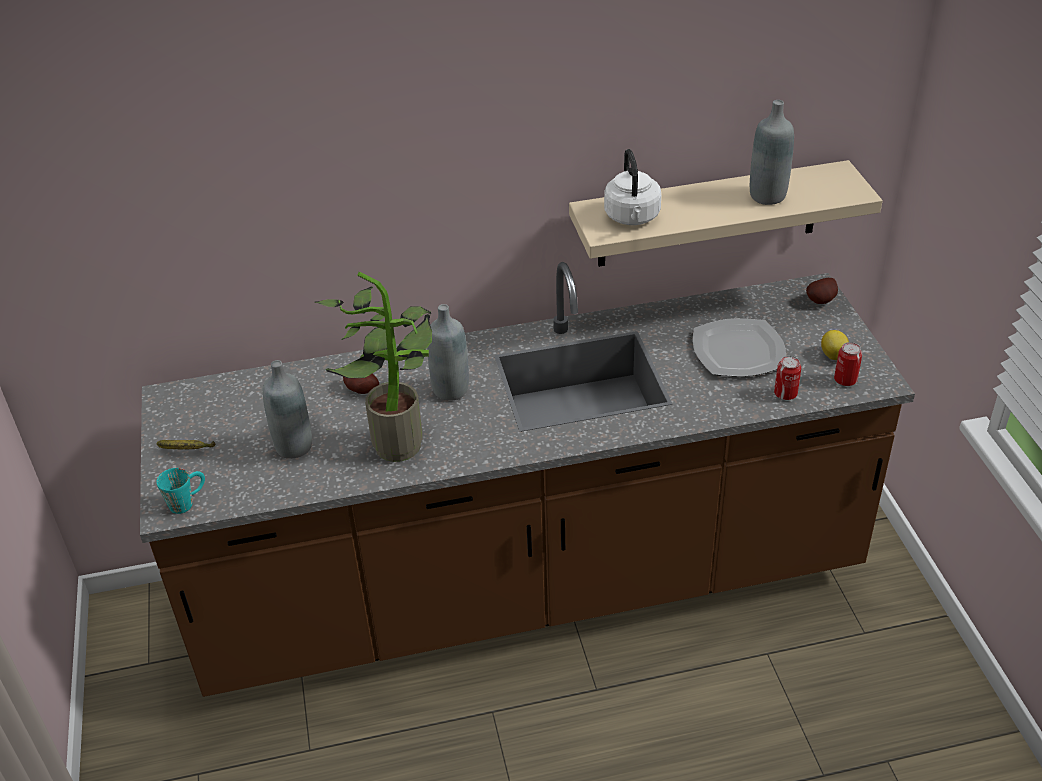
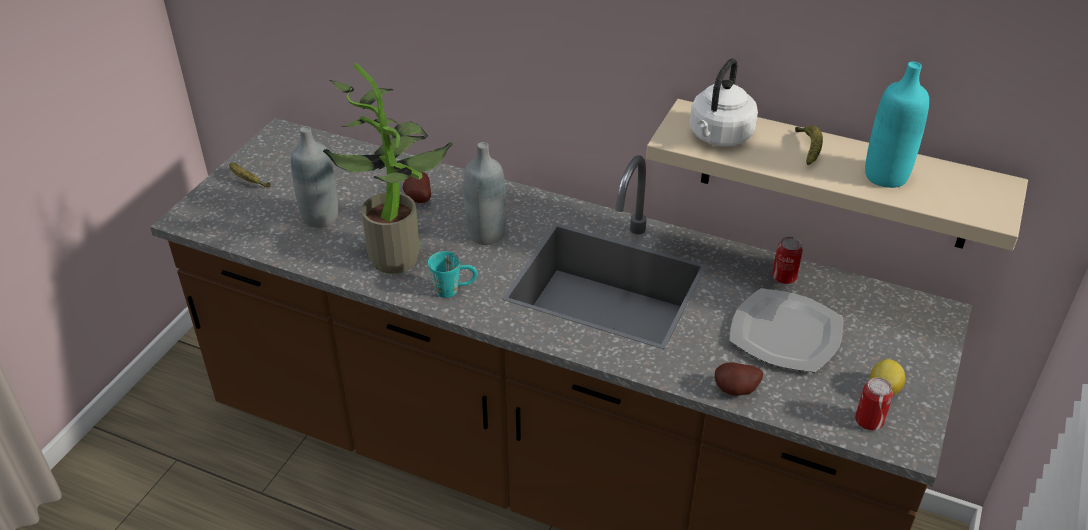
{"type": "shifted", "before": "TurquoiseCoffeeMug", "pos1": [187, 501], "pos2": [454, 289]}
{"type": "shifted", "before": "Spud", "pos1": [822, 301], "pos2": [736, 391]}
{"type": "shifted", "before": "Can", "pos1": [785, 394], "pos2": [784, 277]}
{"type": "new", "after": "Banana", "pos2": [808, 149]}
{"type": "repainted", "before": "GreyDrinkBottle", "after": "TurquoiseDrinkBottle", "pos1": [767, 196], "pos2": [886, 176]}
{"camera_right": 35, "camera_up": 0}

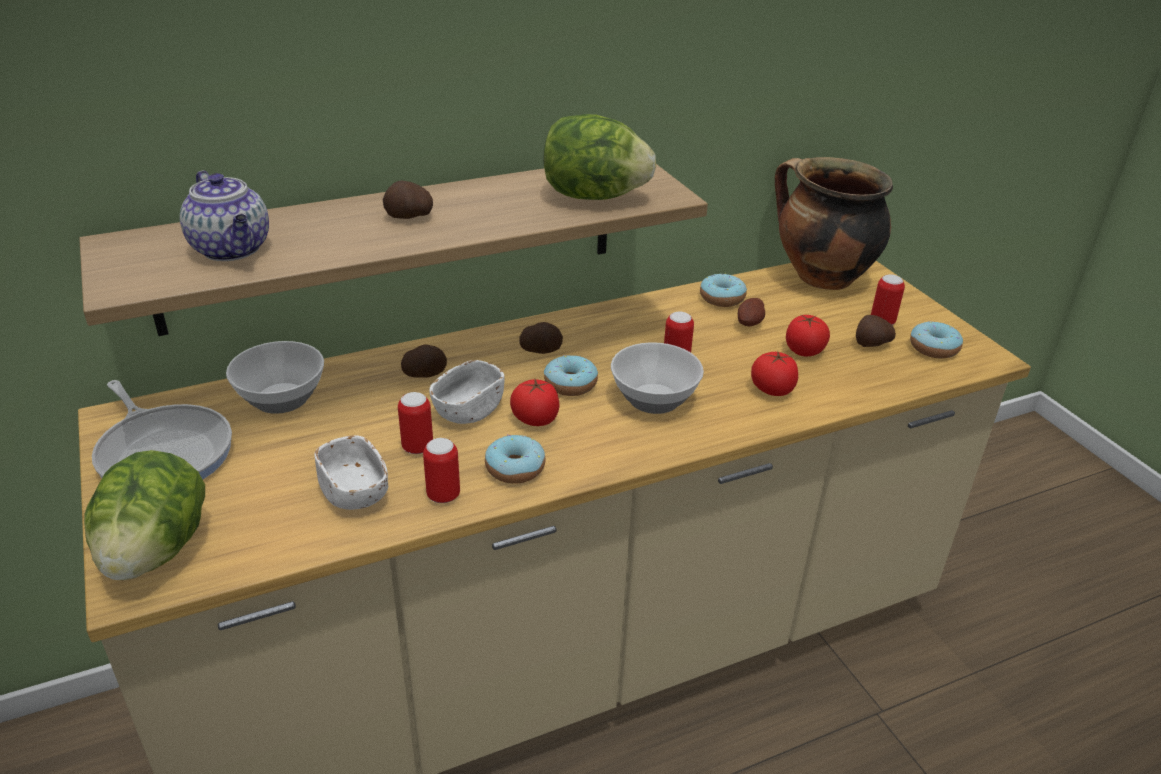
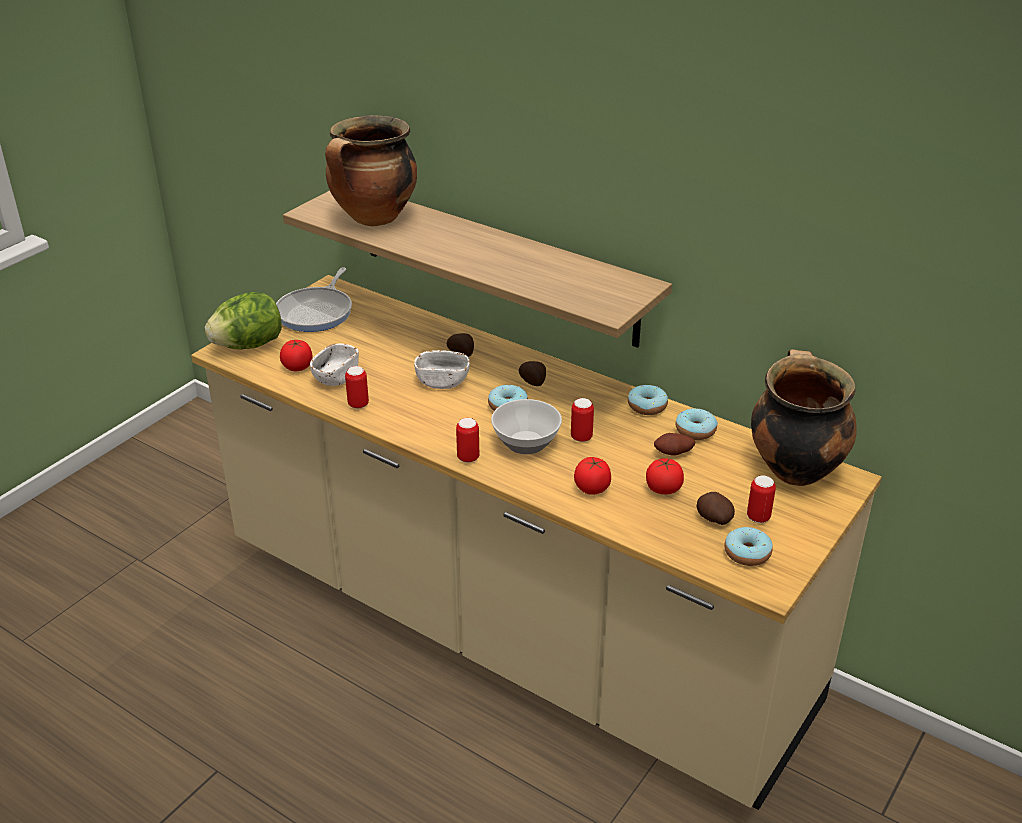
{"type": "shifted", "before": "WholeTomato", "pos1": [535, 419], "pos2": [297, 367]}
{"type": "swapped", "before": "TeaPot", "after": "CookingPot", "pos1": [232, 250], "pos2": [374, 219]}
{"type": "shifted", "before": "Can", "pos1": [417, 447], "pos2": [468, 458]}
{"type": "shifted", "before": "Doughnut", "pos1": [515, 468], "pos2": [647, 406]}
{"type": "gone", "before": "DeepDish", "pos1": [280, 397]}
{"type": "gone", "before": "Spud", "pos1": [409, 217]}
{"type": "gone", "before": "LettuceHead", "pos1": [593, 196]}
{"camera_right": 60, "camera_up": 0}

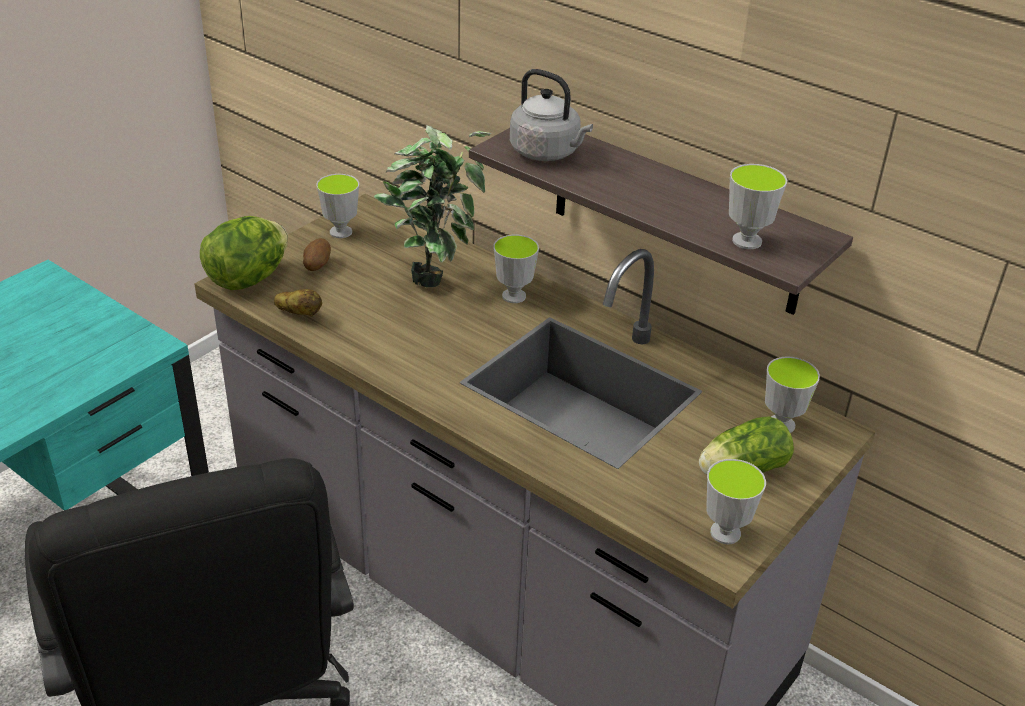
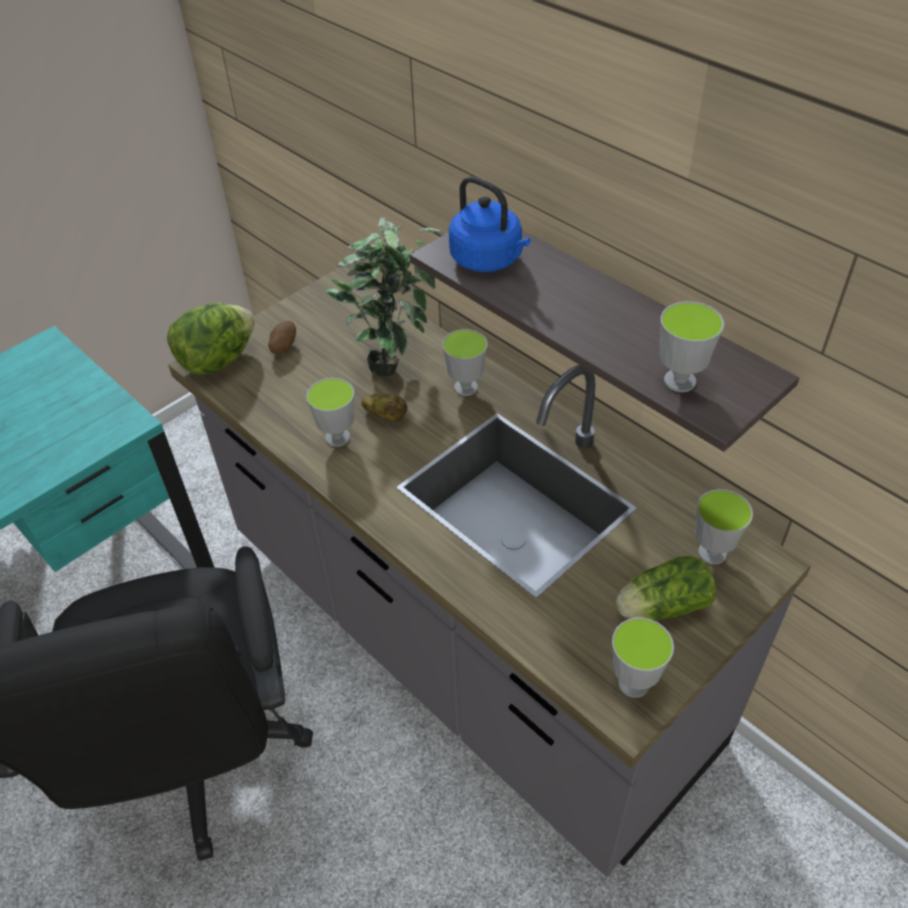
{"type": "shifted", "before": "DrinkingCup", "pos1": [341, 232], "pos2": [337, 437]}
{"type": "shifted", "before": "Spud", "pos1": [299, 314], "pos2": [386, 416]}
{"type": "repainted", "before": "GreyKettle", "after": "BluishKettle", "pos1": [547, 153], "pos2": [489, 260]}
{"camera_right": 10, "camera_up": 10}

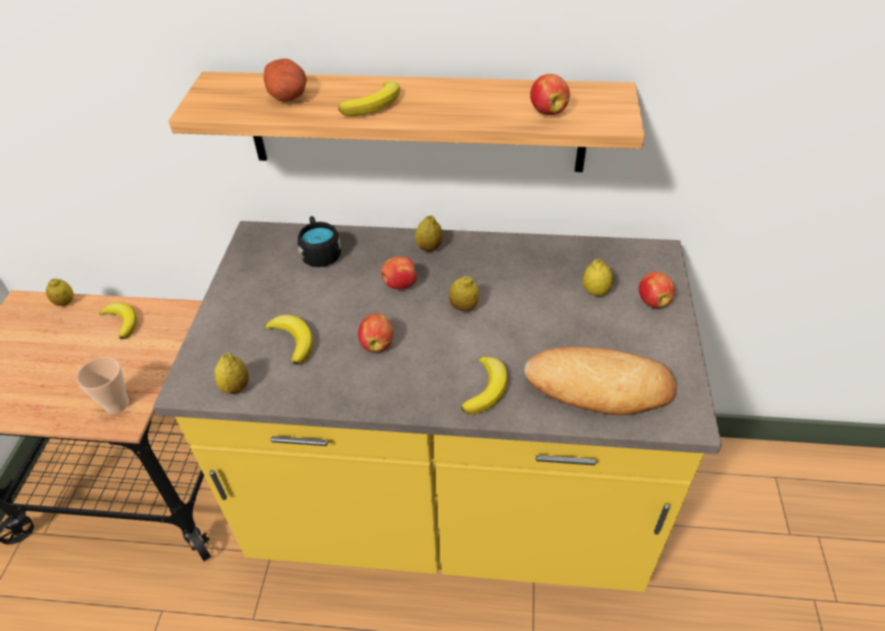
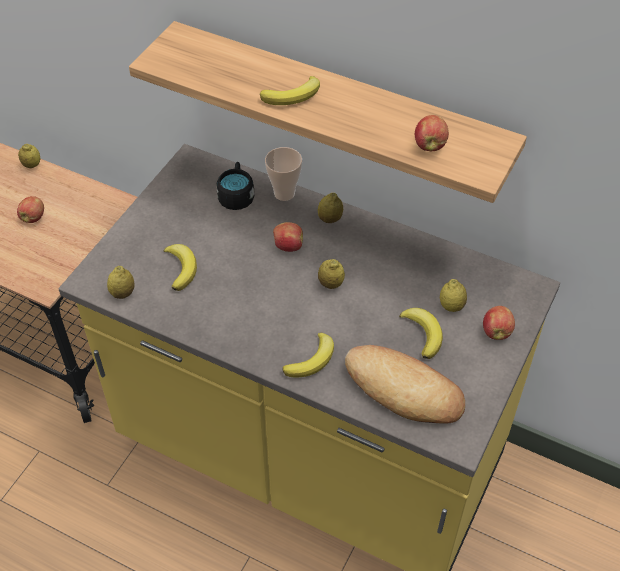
{"type": "shifted", "before": "Apple", "pos1": [377, 343], "pos2": [33, 217]}
{"type": "shifted", "before": "DrinkingCup", "pos1": [117, 404], "pos2": [284, 193]}
{"type": "shifted", "before": "Banana", "pos1": [122, 321], "pos2": [423, 334]}
{"type": "gone", "before": "Spud", "pos1": [288, 96]}
{"camera_right": 20, "camera_up": 5}

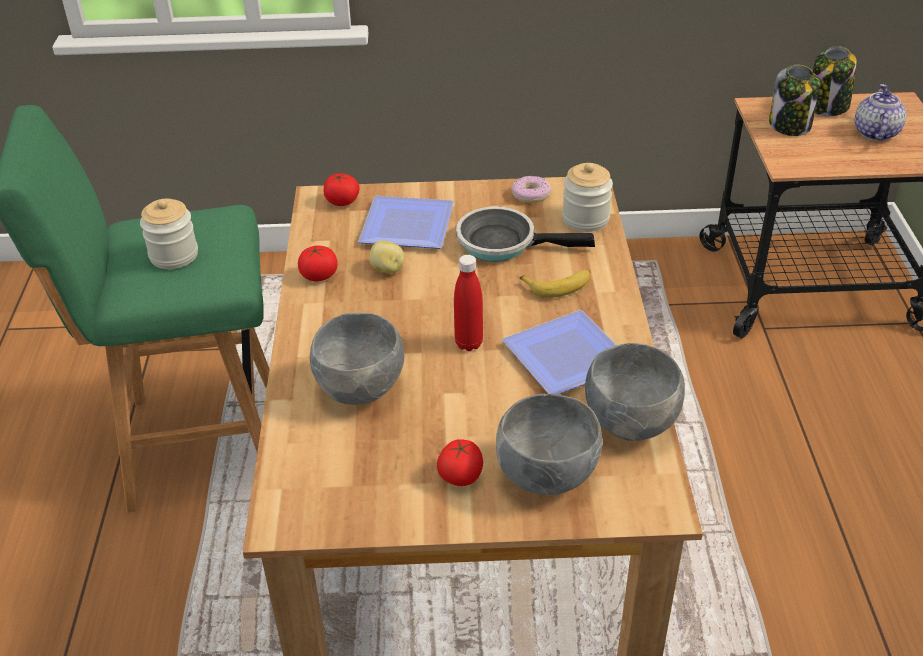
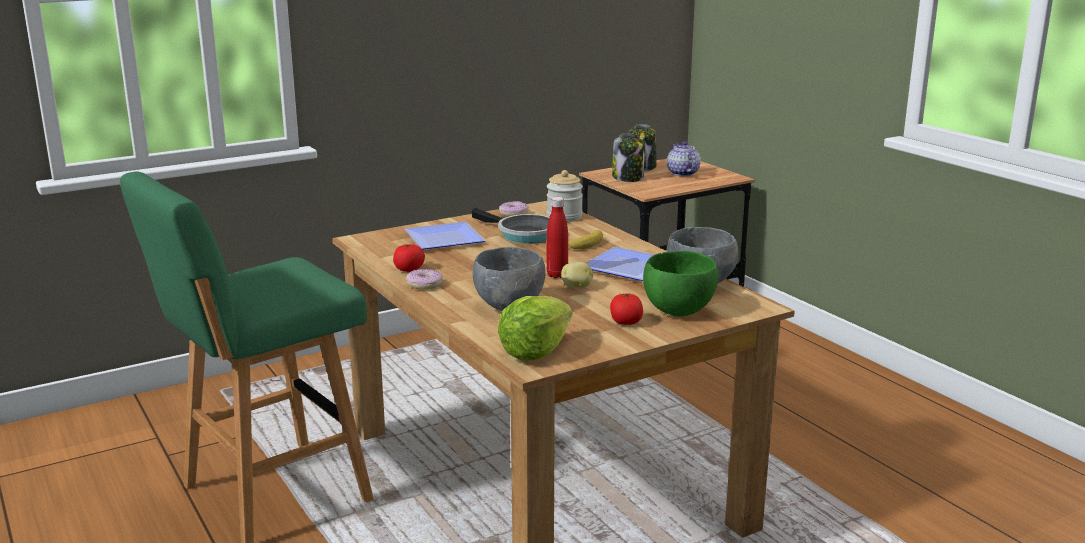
{"type": "new", "after": "Doughnut", "pos2": [424, 285]}
{"type": "rotated", "before": "Pan", "pos1": [503, 243], "pos2": [522, 234], "turn": -120}
{"type": "new", "after": "LettuceHead", "pos2": [535, 351]}
{"type": "shifted", "before": "Spud", "pos1": [387, 269], "pos2": [577, 287]}
{"type": "repainted", "before": "GreyDeepDish", "after": "GreenishDeepDish", "pos1": [545, 475], "pos2": [677, 311]}
{"type": "gone", "before": "PreserveJar", "pos1": [174, 255]}
{"type": "gone", "before": "WholeTomato", "pos1": [342, 202]}
{"camera_right": -30, "camera_up": -20}

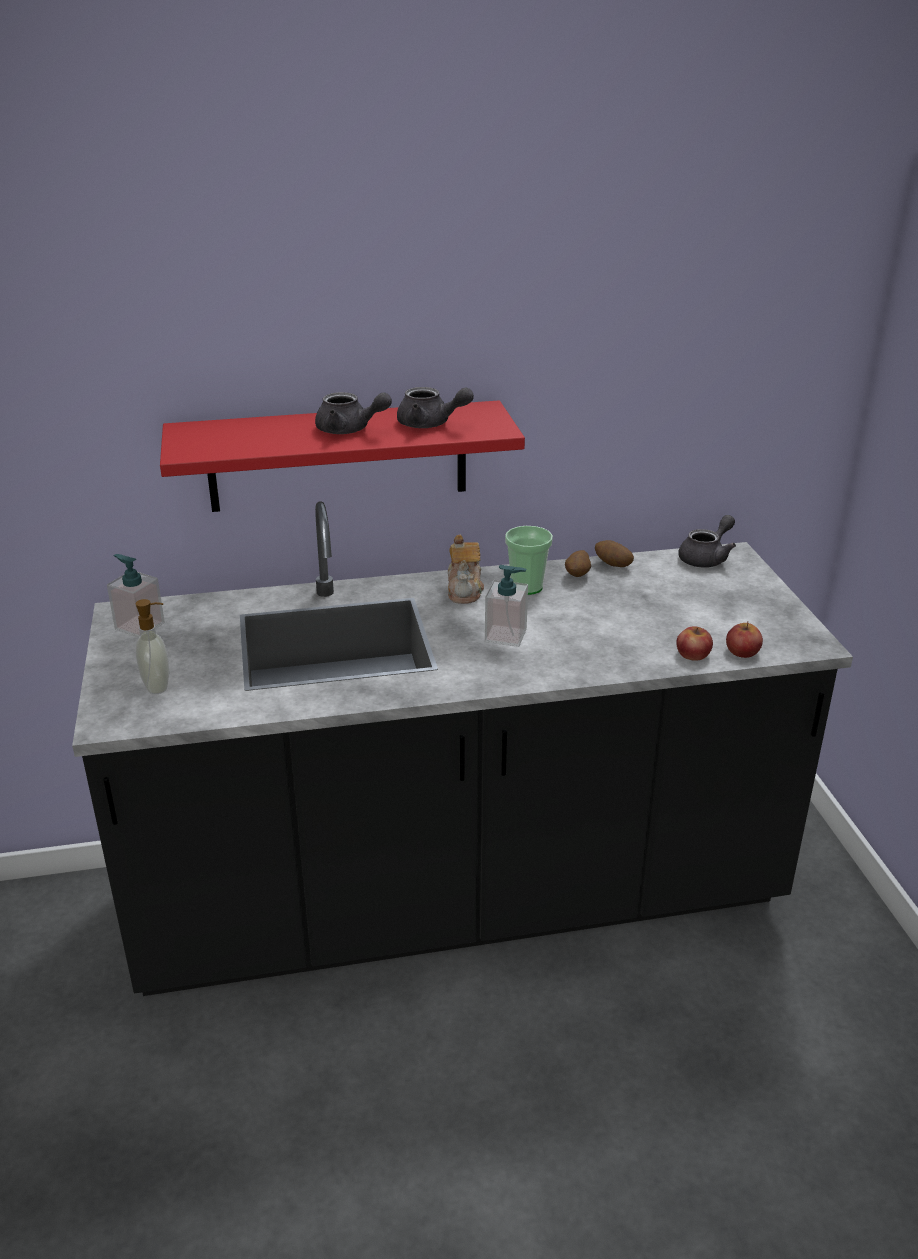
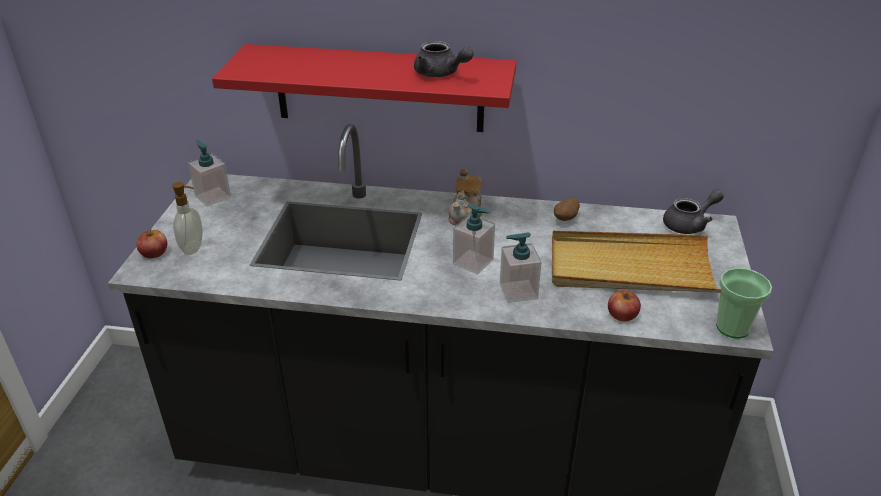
{"type": "shifted", "before": "Apple", "pos1": [742, 651], "pos2": [154, 252]}
{"type": "new", "after": "SoapBottle", "pos2": [518, 291]}
{"type": "new", "after": "BeigeServingTray", "pos2": [630, 268]}
{"type": "shifted", "before": "DrinkingCup", "pos1": [527, 587], "pos2": [732, 327]}
{"type": "gone", "before": "GreyTeaPot", "pos1": [349, 430]}
{"type": "gone", "before": "Spud", "pos1": [612, 565]}
{"camera_right": 20, "camera_up": 5}

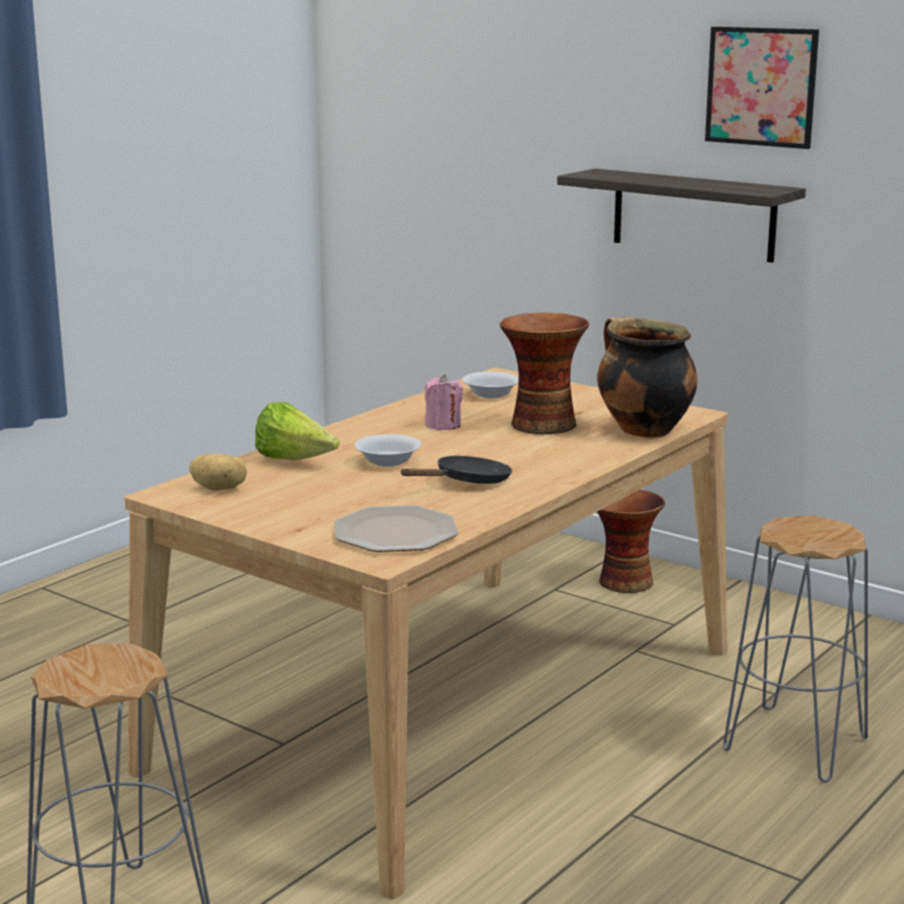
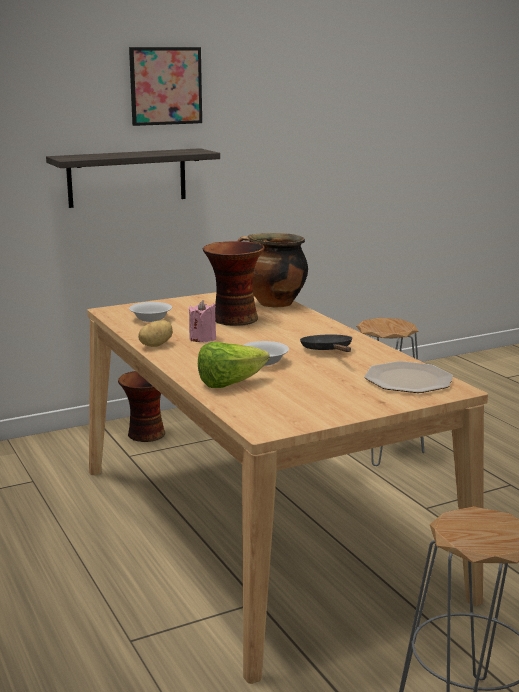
{"type": "shifted", "before": "Spud", "pos1": [220, 488], "pos2": [155, 345]}
{"camera_right": -65, "camera_up": 0}

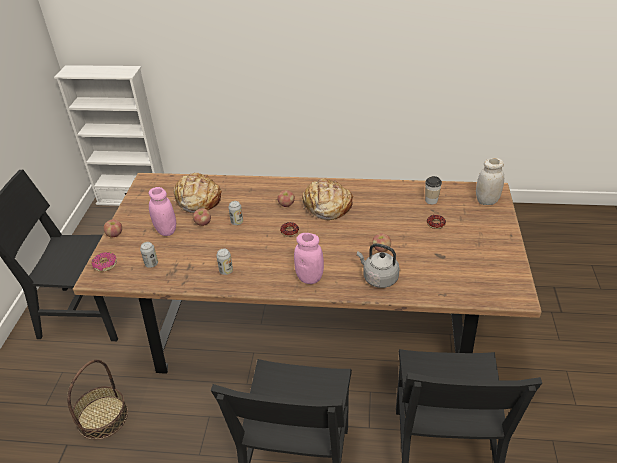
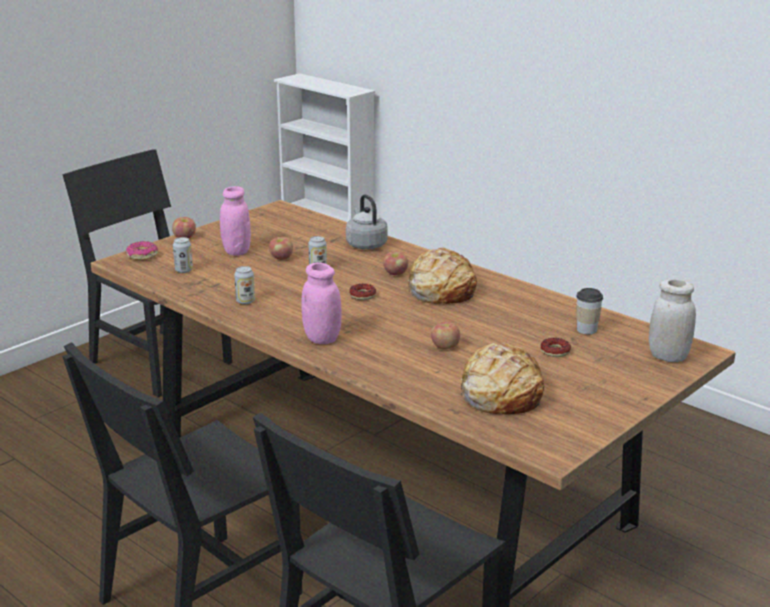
{"type": "shifted", "before": "GreyKettle", "pos1": [378, 278], "pos2": [365, 244]}
{"type": "shifted", "before": "Bread", "pos1": [197, 200], "pos2": [500, 394]}
{"type": "gone", "before": "StorageBasket", "pos1": [102, 417]}
{"camera_right": 35, "camera_up": -15}

